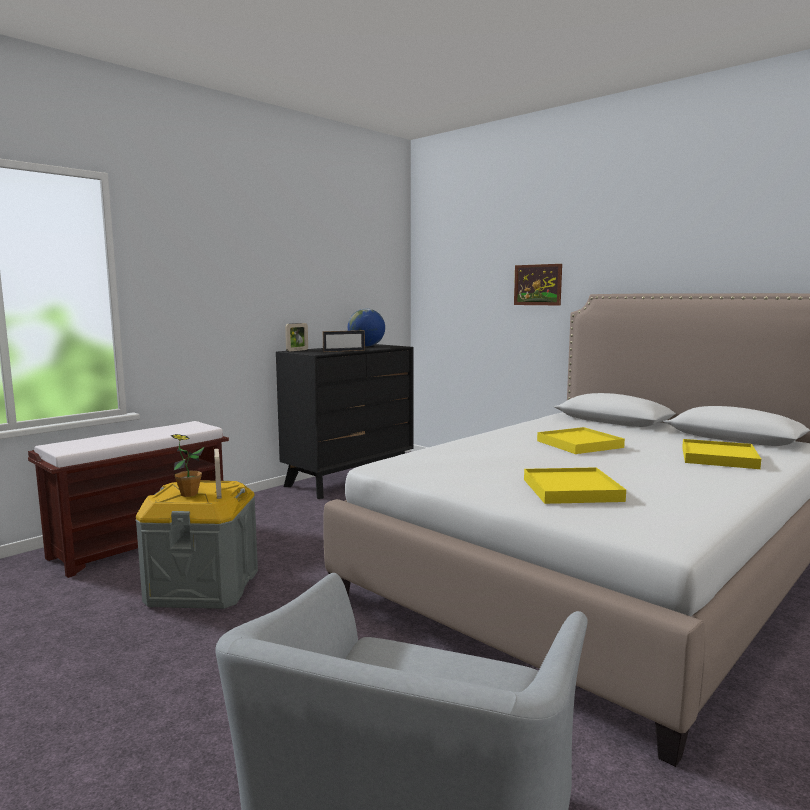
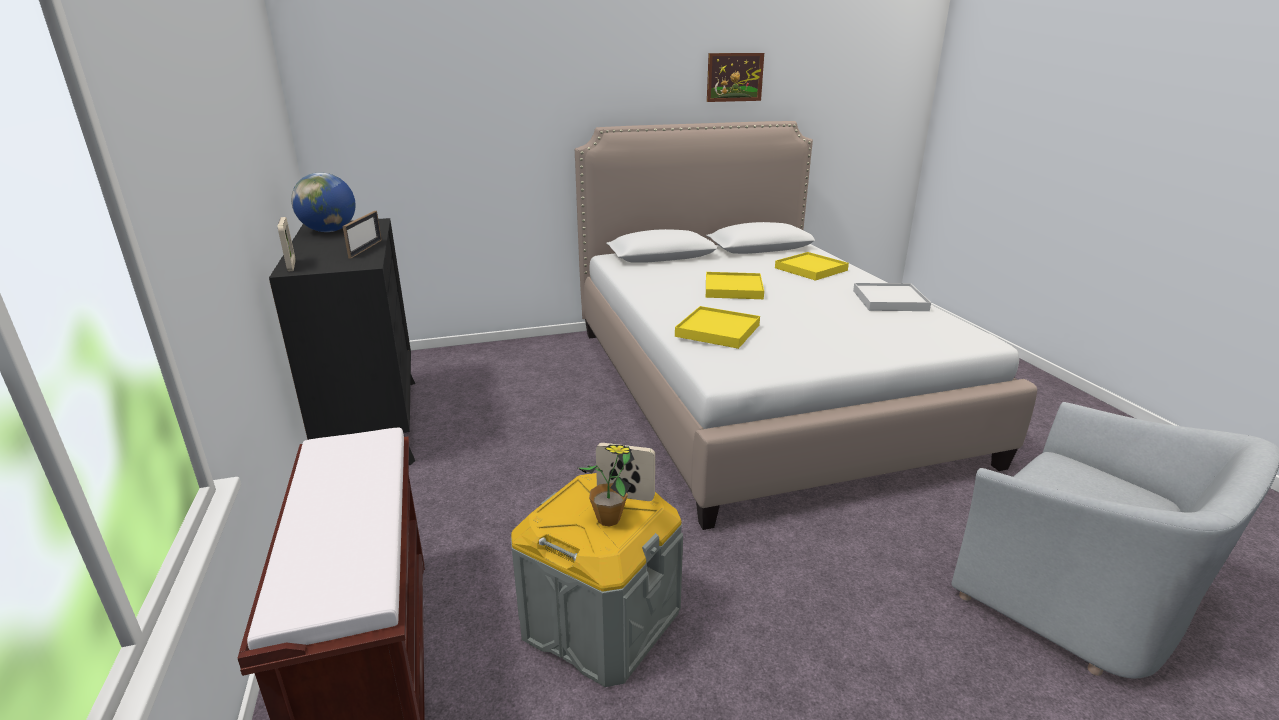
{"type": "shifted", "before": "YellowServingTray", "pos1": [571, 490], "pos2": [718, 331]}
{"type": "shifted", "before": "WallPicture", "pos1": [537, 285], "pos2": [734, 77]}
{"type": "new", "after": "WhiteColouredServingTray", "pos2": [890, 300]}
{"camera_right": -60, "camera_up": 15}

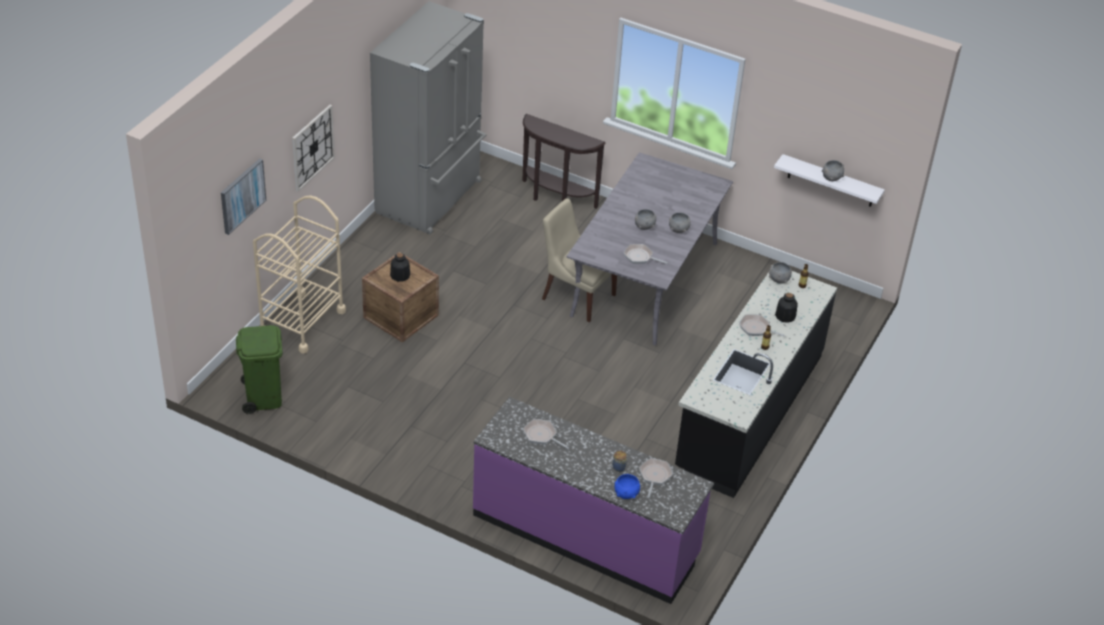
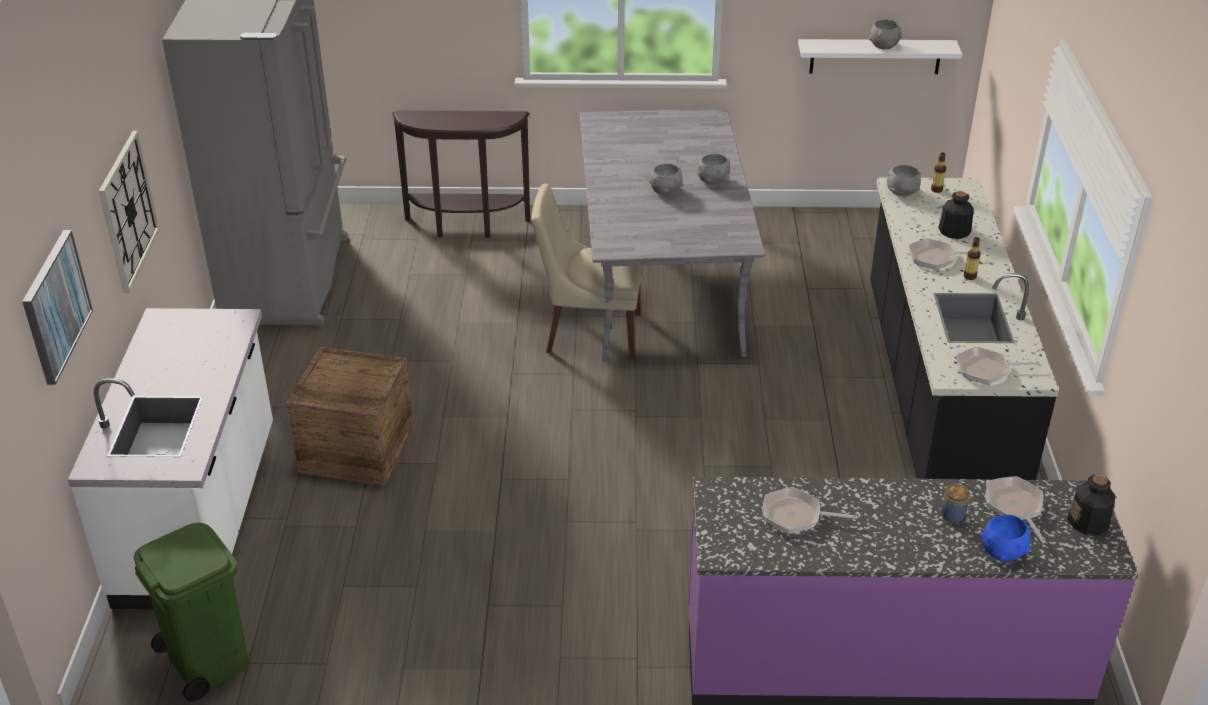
{"type": "swapped", "before": "BeigeCart", "after": "WhiteColouredKitchenBaseUnit", "pos1": [302, 322], "pos2": [201, 516]}
{"type": "shifted", "before": "Pan", "pos1": [640, 257], "pos2": [986, 370]}
{"type": "shifted", "before": "DrinkBottle", "pos1": [400, 276], "pos2": [1088, 522]}
{"camera_right": -25, "camera_up": -5}

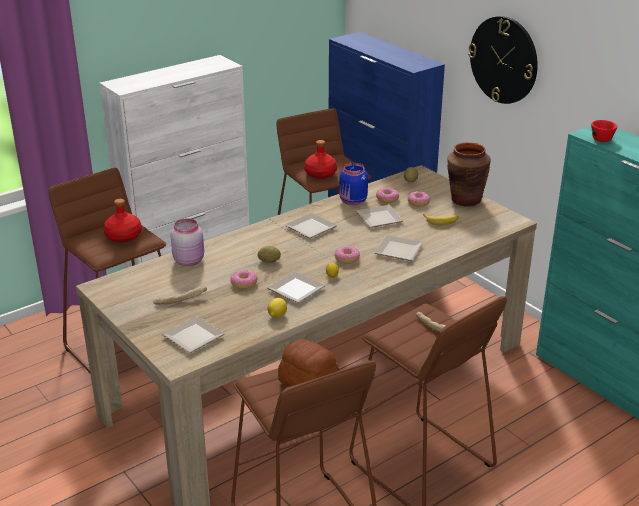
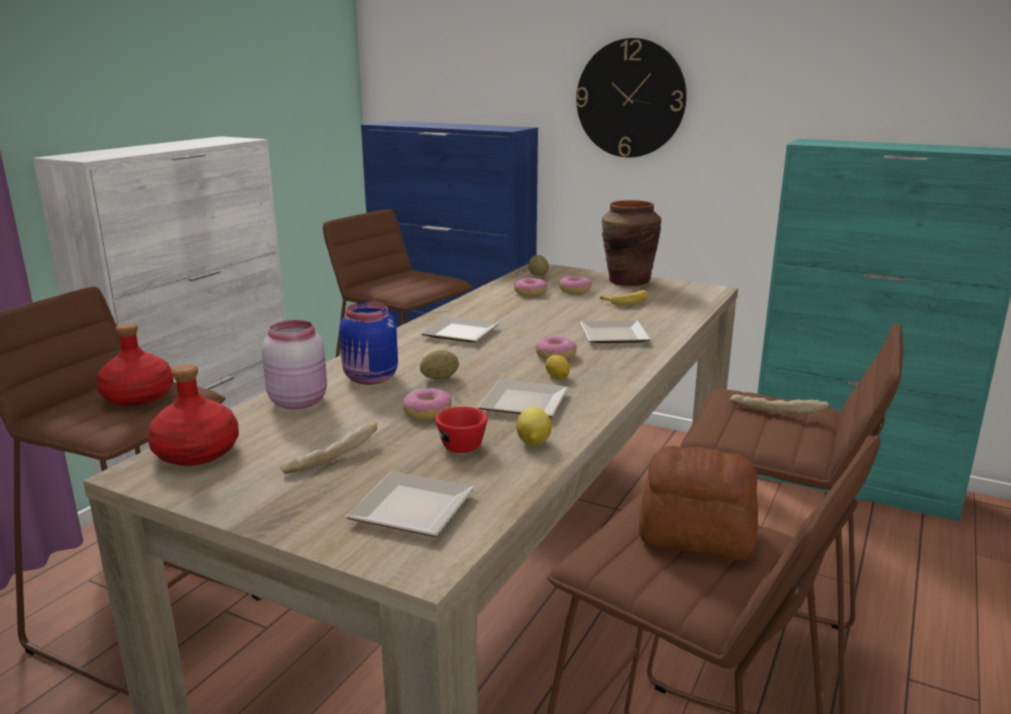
{"type": "shifted", "before": "ReddishDrinkBottle", "pos1": [320, 173], "pos2": [197, 452]}
{"type": "shifted", "before": "BluishPreserveJar", "pos1": [352, 201], "pos2": [370, 379]}
{"type": "shifted", "before": "ReddishDrinkingCup", "pos1": [600, 138], "pos2": [459, 443]}
{"type": "gone", "before": "FlatDish", "pos1": [381, 219]}
{"camera_right": -25, "camera_up": -10}

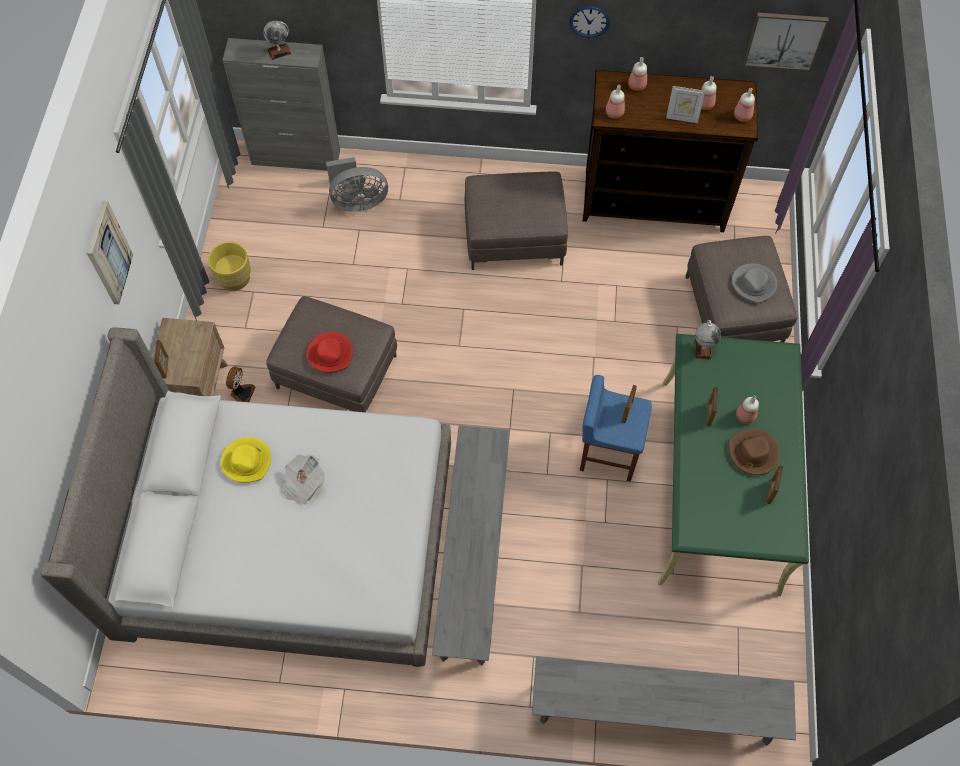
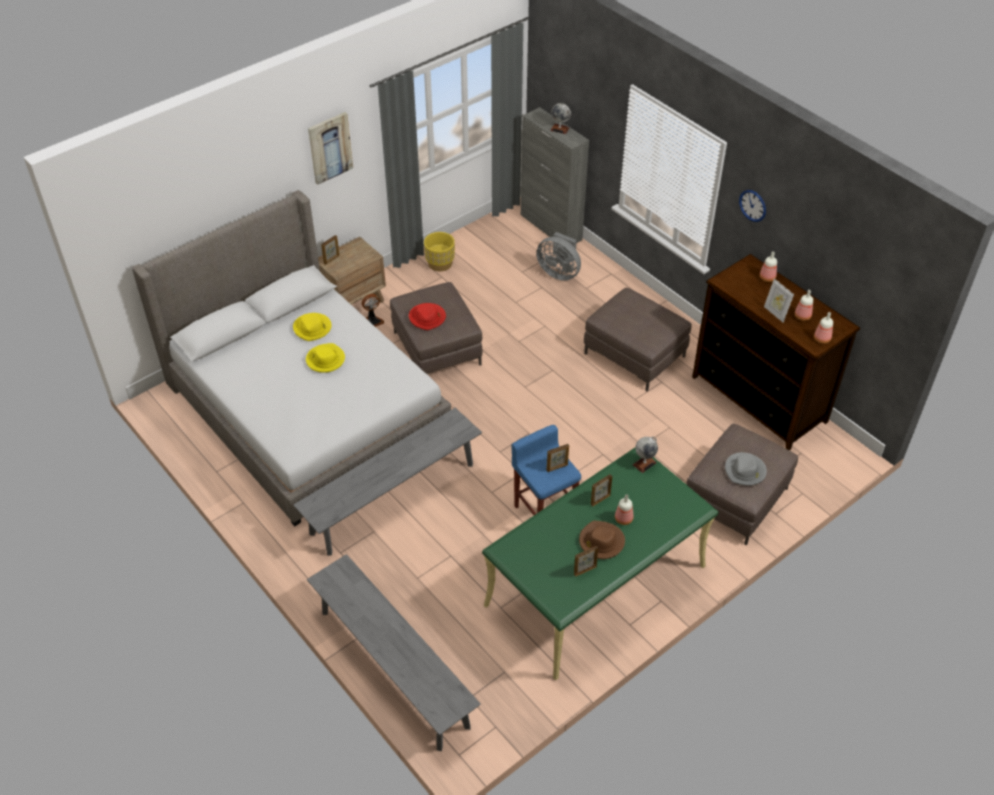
{"type": "swapped", "before": "PrintedPaper", "after": "YellowWearableHat", "pos1": [302, 484], "pos2": [325, 360]}
{"type": "gone", "before": "DrinkBottle", "pos1": [614, 113]}
{"type": "gone", "before": "WallPicture", "pos1": [784, 40]}
{"camera_right": 45, "camera_up": -15}

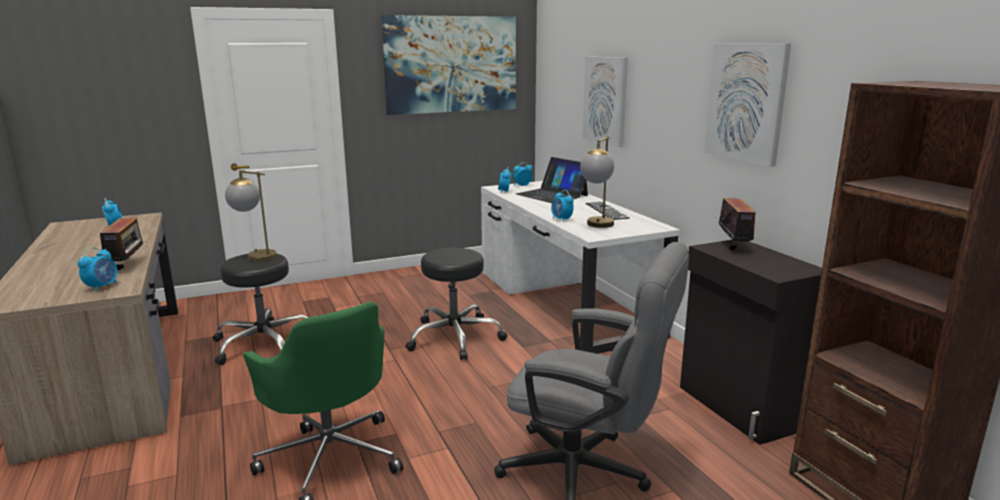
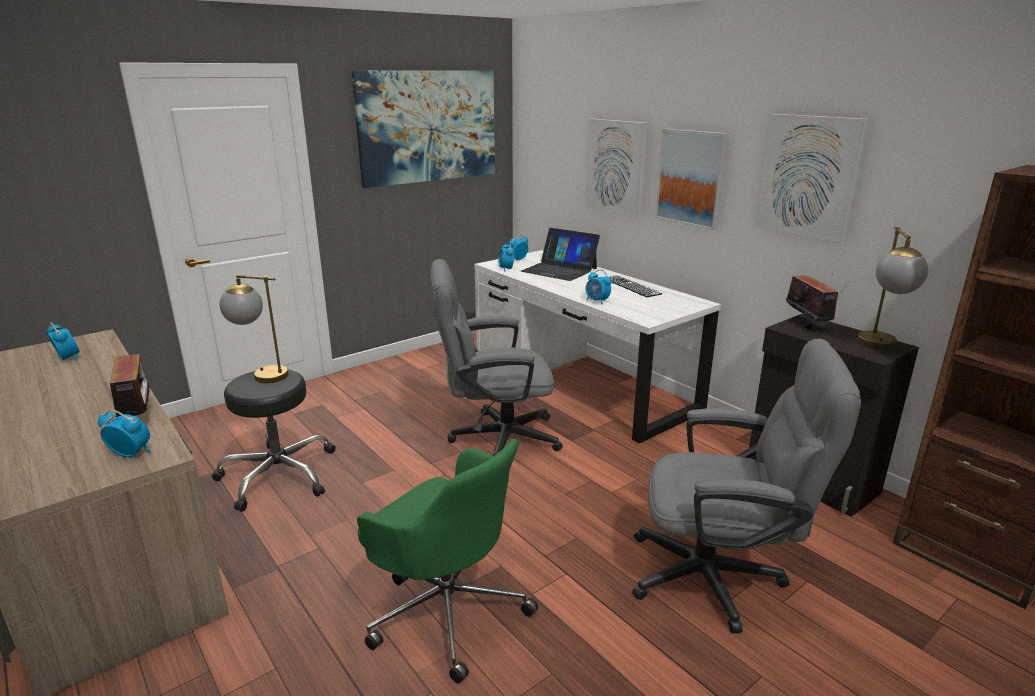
{"type": "rotated", "before": "AlarmClock", "pos1": [102, 287], "pos2": [131, 454], "turn": -75}
{"type": "swapped", "before": "BlackSittingStool", "after": "GreyComputerChair", "pos1": [455, 337], "pos2": [494, 438]}
{"type": "new", "after": "WallPicture", "pos2": [691, 178]}
{"type": "shifted", "before": "TableLamp", "pos1": [597, 226], "pos2": [880, 347]}
{"camera_right": -15, "camera_up": 5}

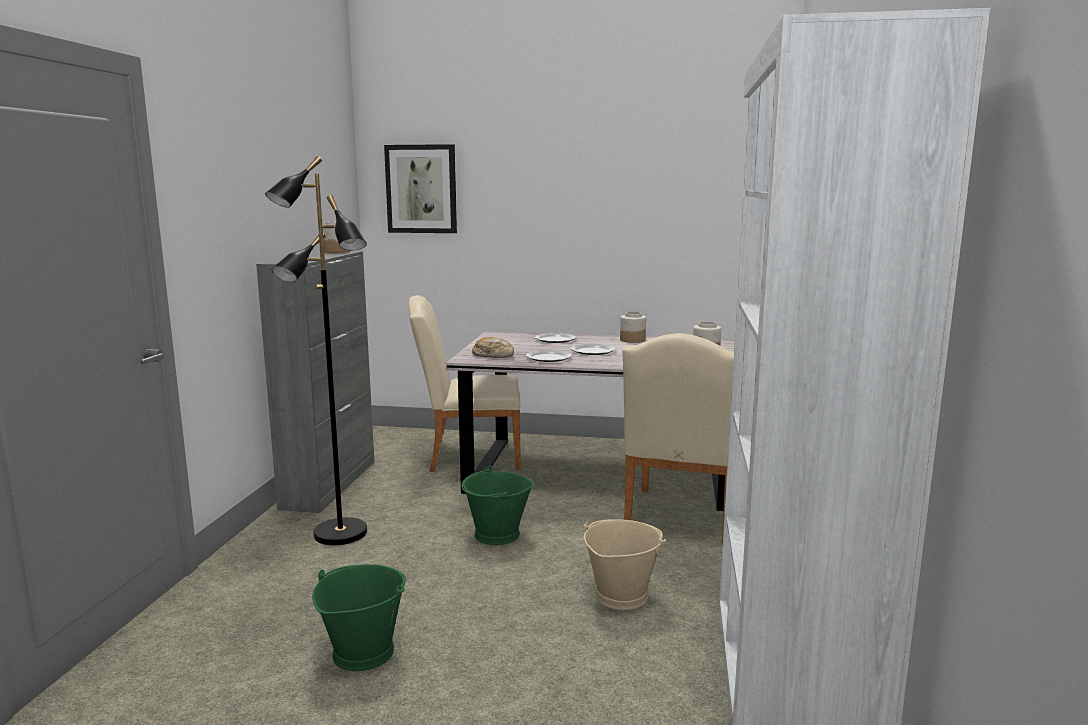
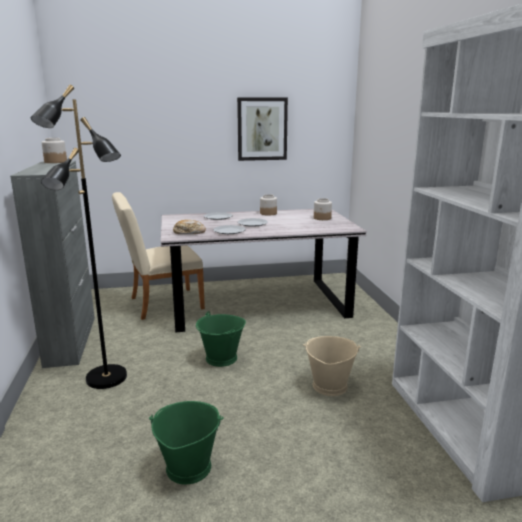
{"type": "shifted", "before": "WallPicture", "pos1": [421, 189], "pos2": [262, 129]}
{"type": "gone", "before": "BeigePlainChair", "pos1": [680, 519]}
{"camera_right": -20, "camera_up": 5}

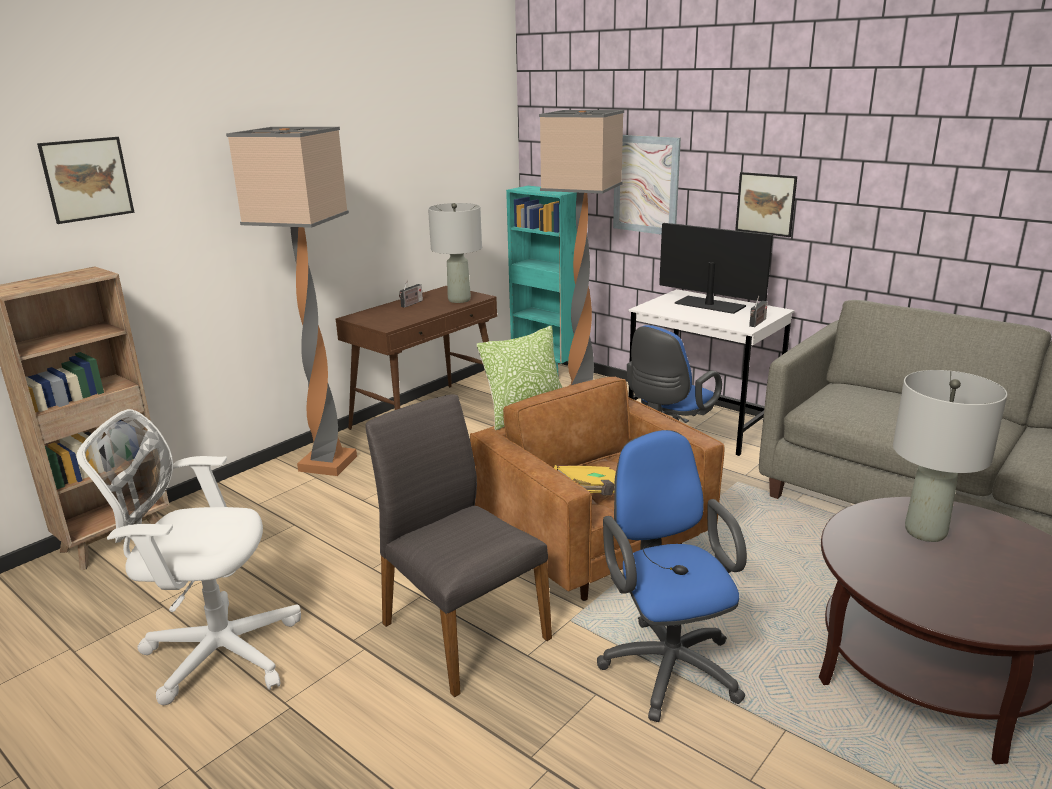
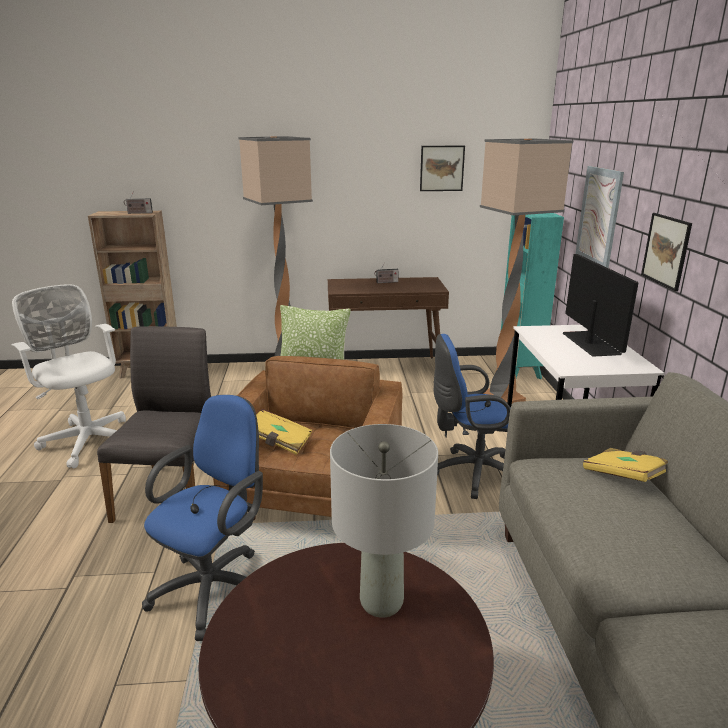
{"type": "shifted", "before": "RadioSet", "pos1": [757, 323], "pos2": [139, 213]}
{"type": "shifted", "before": "WallPicture", "pos1": [87, 179], "pos2": [442, 168]}
{"type": "new", "after": "YellowBoundBook", "pos2": [624, 477]}
{"type": "gone", "before": "GreyTableLamp", "pos1": [459, 300]}
{"camera_right": 45, "camera_up": 0}

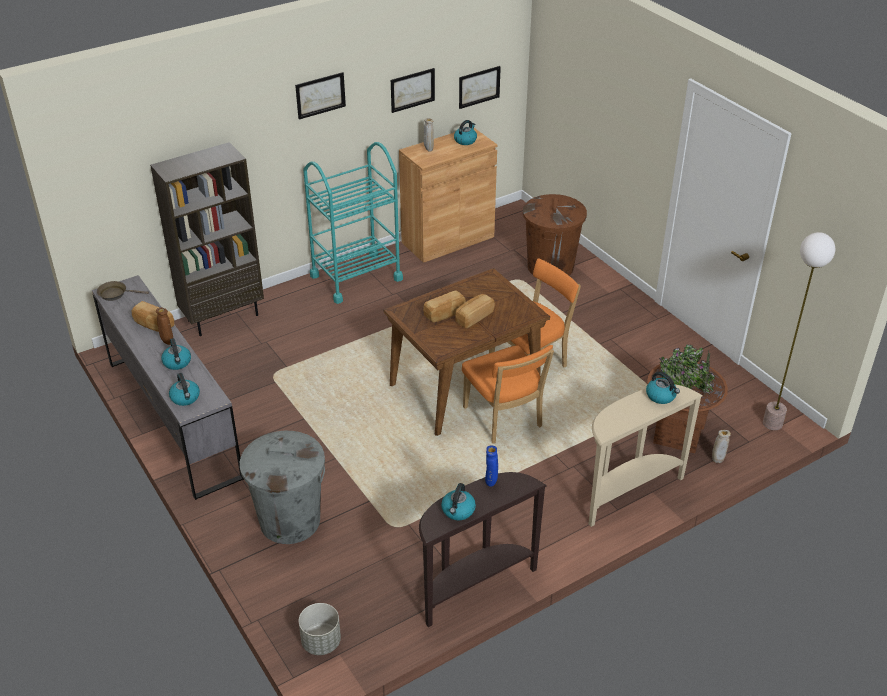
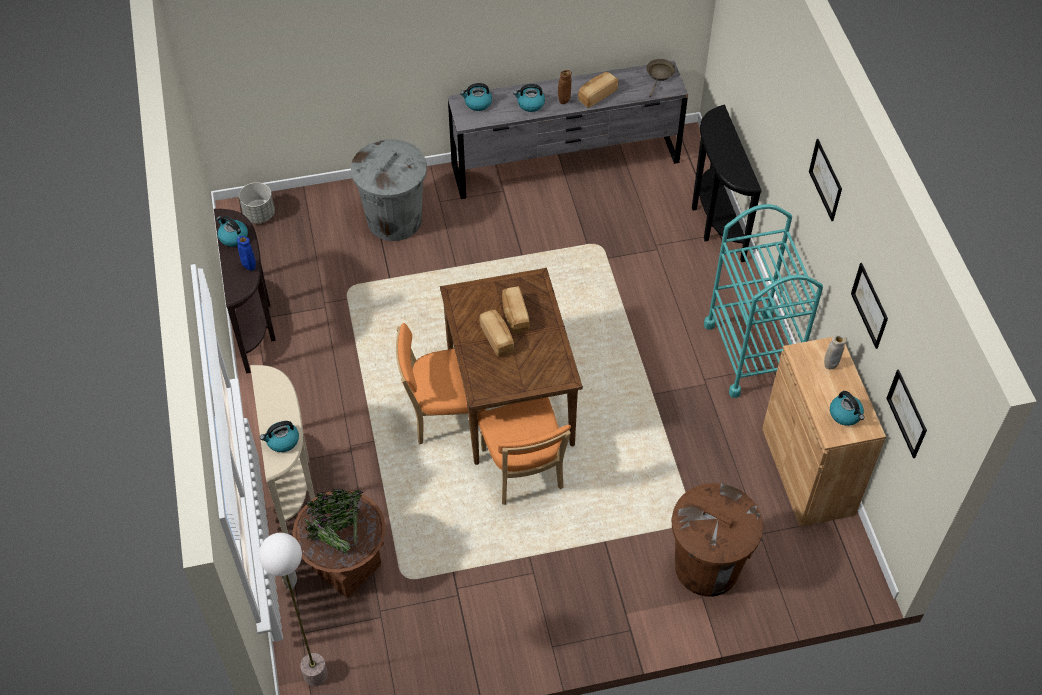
{"type": "swapped", "before": "BrownishShelvingUnit", "after": "BlackNarrowTable", "pos1": [223, 317], "pos2": [714, 222]}
{"camera_right": 110, "camera_up": 15}

